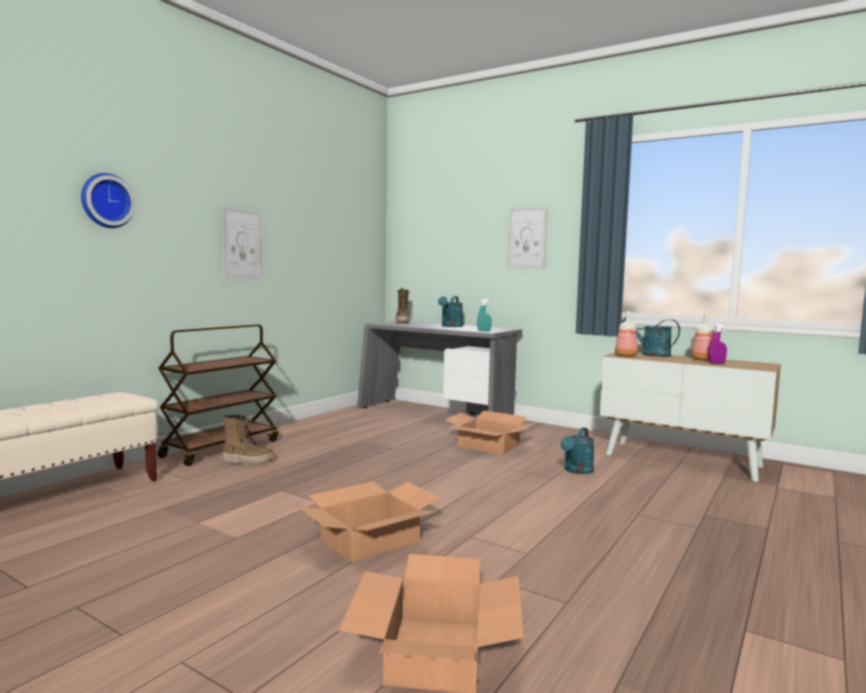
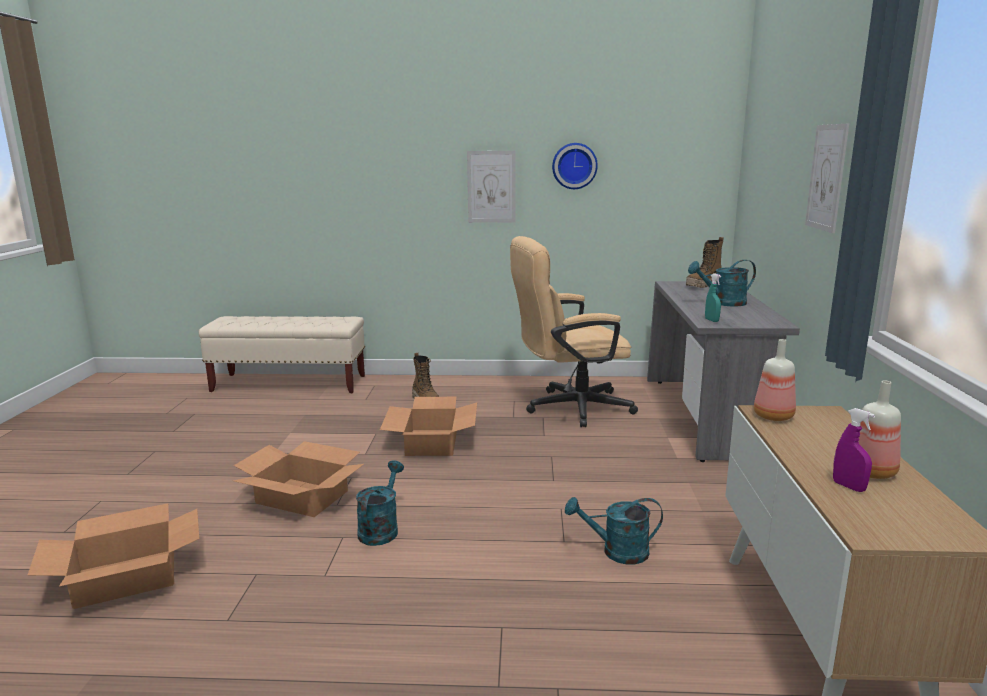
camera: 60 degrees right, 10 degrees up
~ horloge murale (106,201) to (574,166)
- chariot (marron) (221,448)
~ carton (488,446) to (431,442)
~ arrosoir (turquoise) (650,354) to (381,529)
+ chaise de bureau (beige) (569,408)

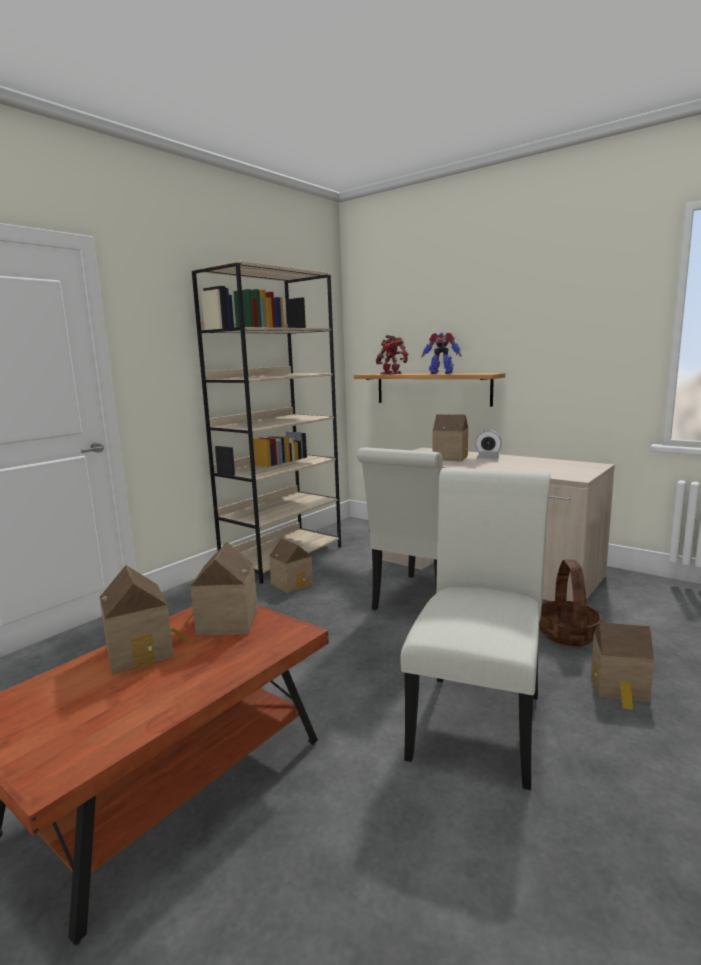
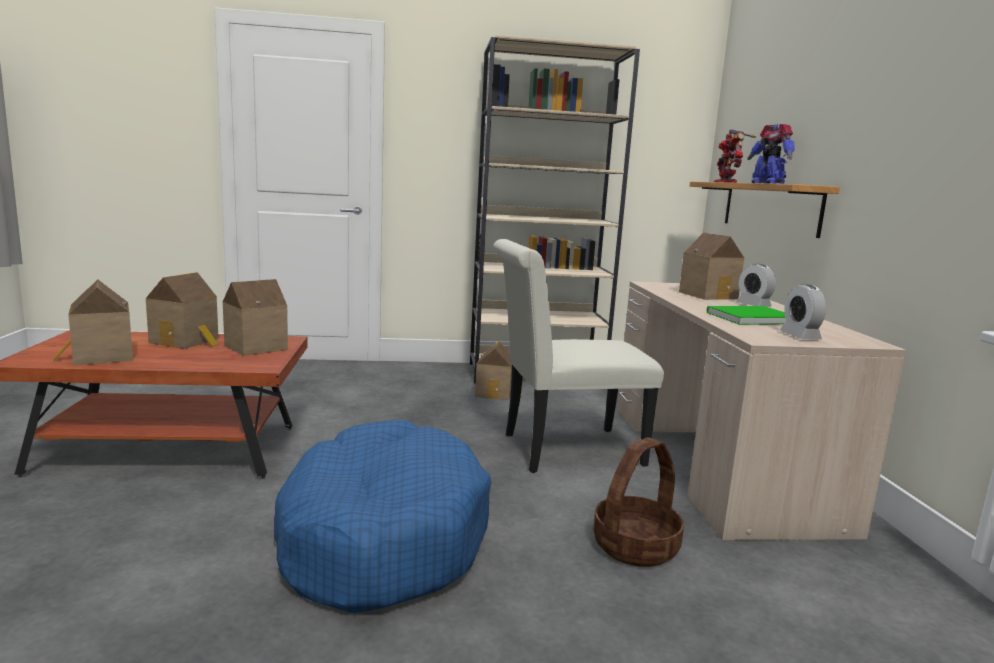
camera: 45 degrees right, 0 degrees up
~ chaise (blanc) (479,718) to panier pour chien (bleu) (381,536)
~ maison miniature (620,688) to (99,357)
+ livre (vert) (748,317)
+ réveil (800,336)

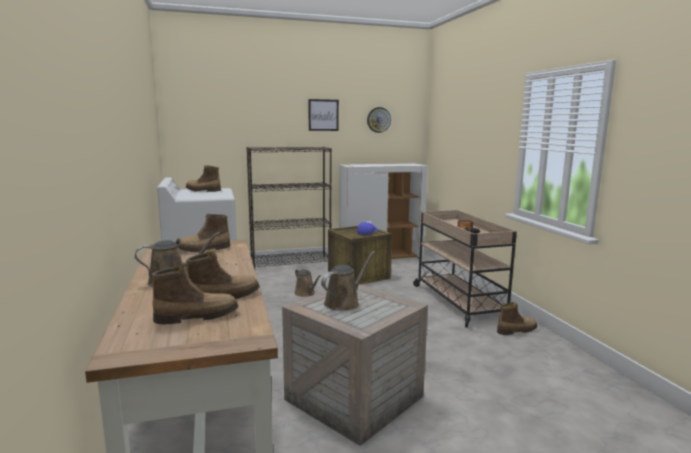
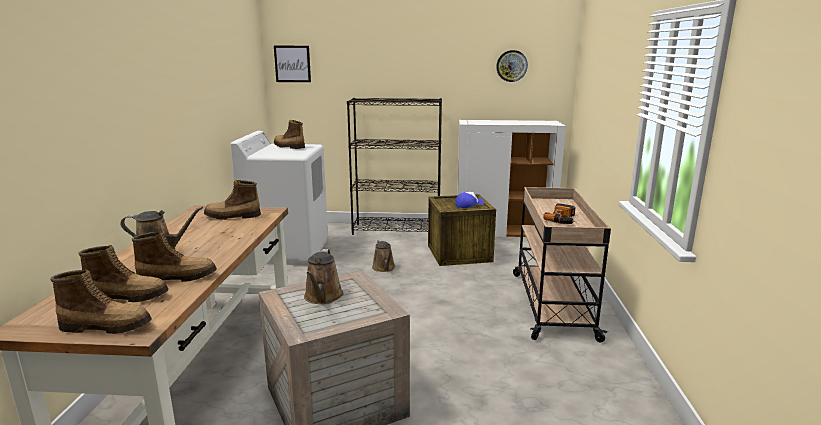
camera: 20 degrees right, 5 degrees up
~ tableau (323,115) to (292,64)
~ arrosoir (marron) (344,303) = (323,297) 120 degrees clockwise
~ botte (516,330) to (107,326)

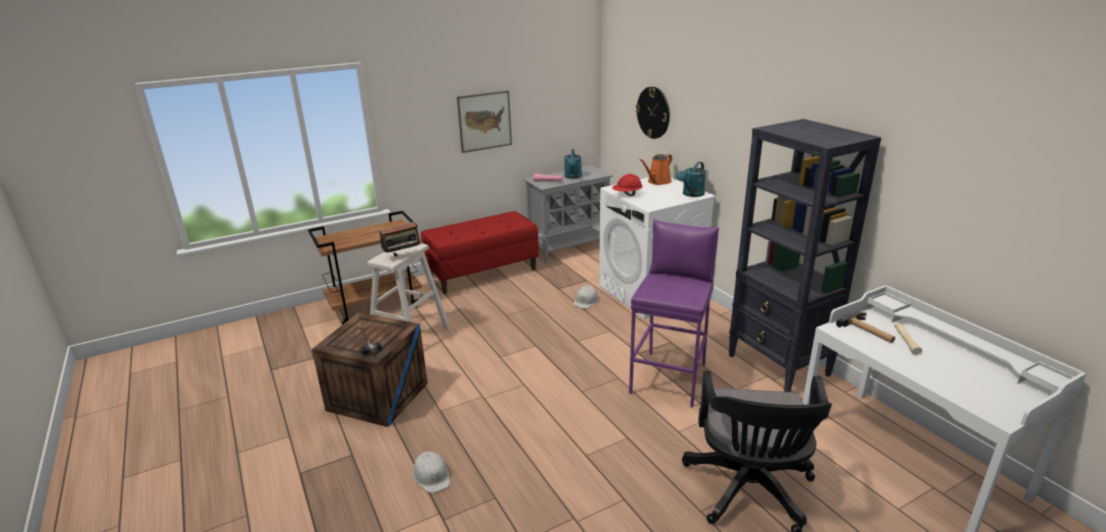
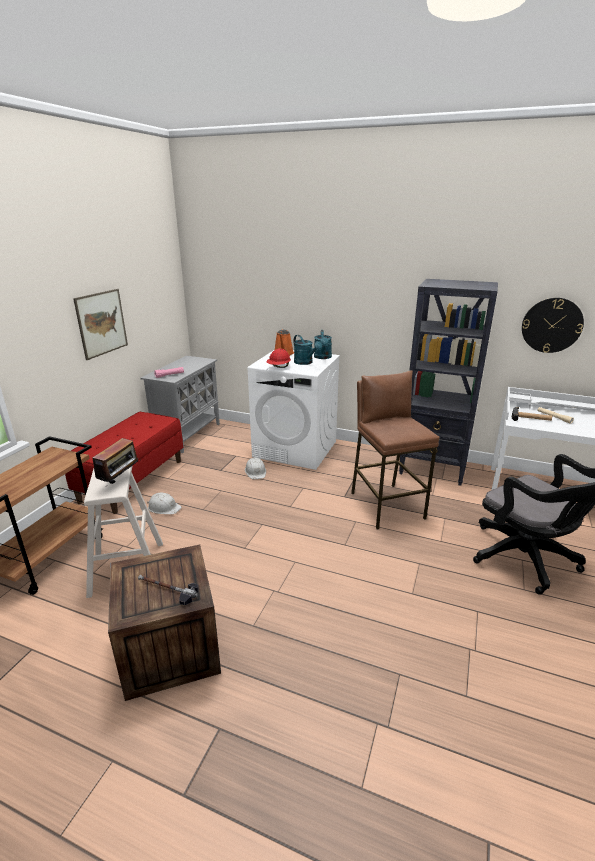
camera: 40 degrees left, 0 degrees up
~ casque de chantier (blanc) (431,475) to (164,507)
~ arrosoir (turquoise) (573,177) to (305,363)
~ tabouret (violet) (669,378) to tabouret (marron) (386,505)
~ horloge murale (653,112) to (551,325)

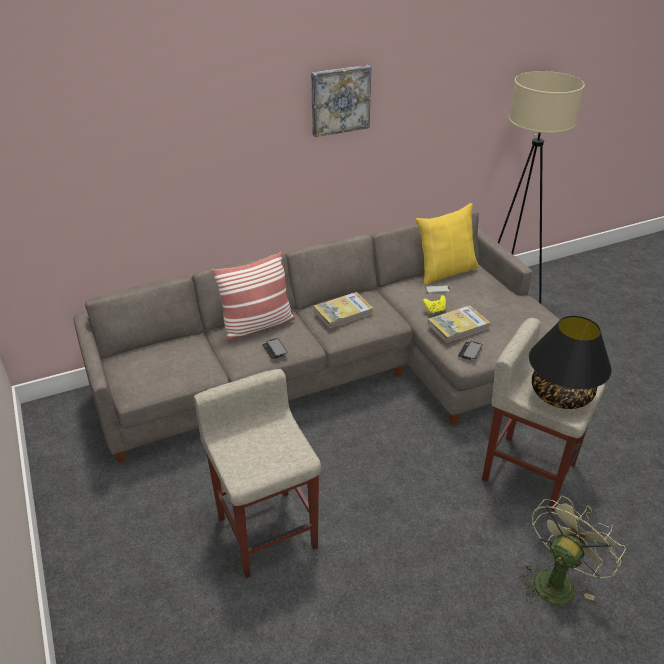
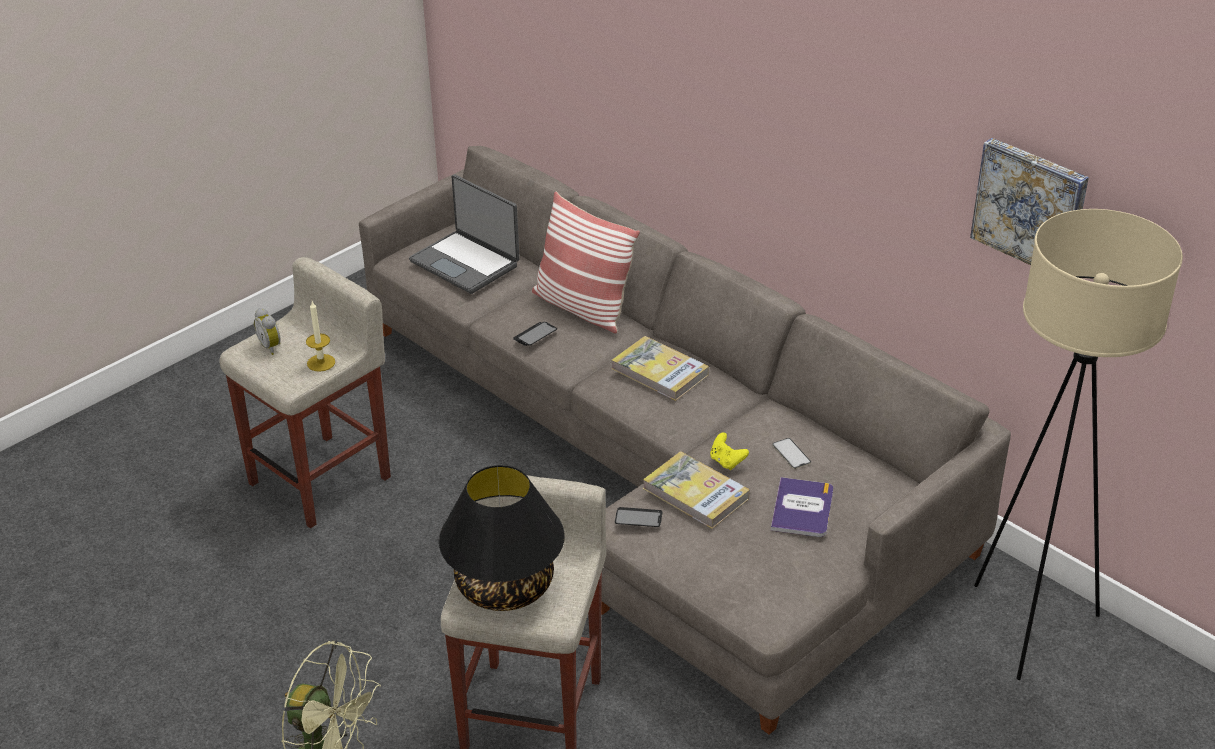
camera: 70 degrees right, 0 degrees up
~ tableau (339,100) to (1031,205)
- coussin (jaune) (445,271)
+ réveil (271,346)
+ bougie (321,363)
+ ordinateur portable (466,263)
+ livre (802,508)

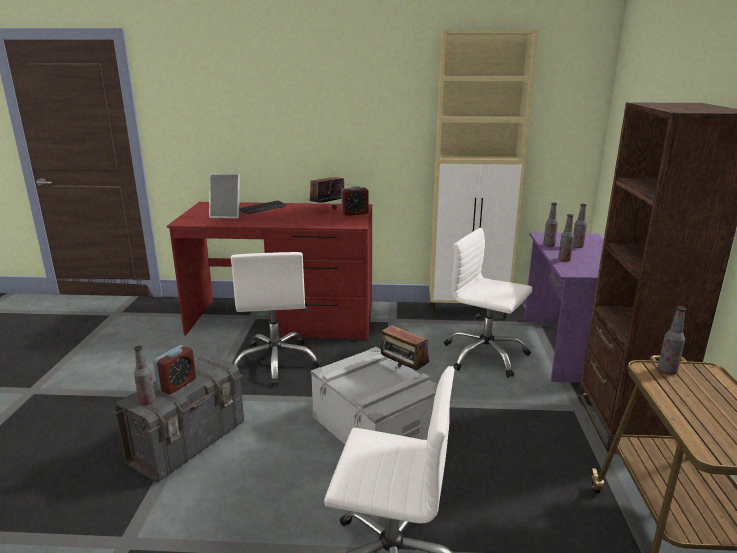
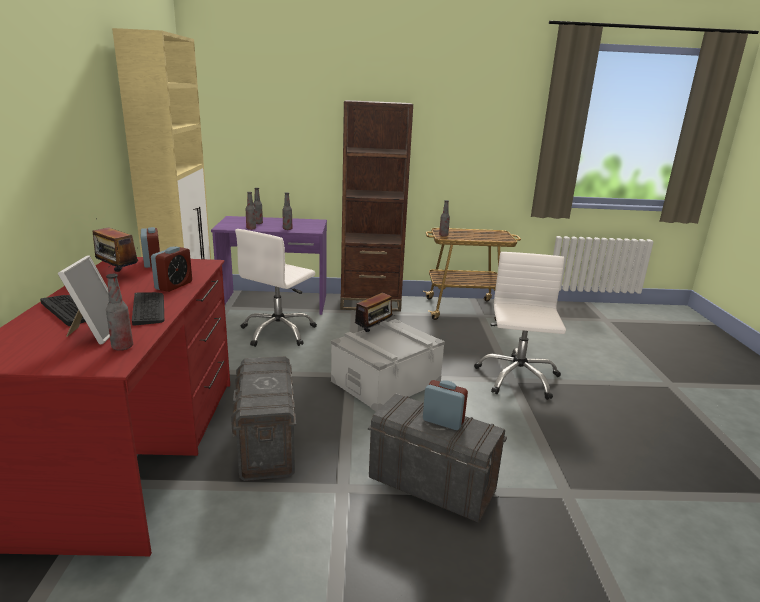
camera: 95 degrees left, 0 degrees up
~ bouteille (147,401) to (122,347)
~ chaise de bureau (blanc) (276,362) to boîte de rangement (gris) (267,443)
+ clavier (149,308)
+ réveil (174,285)

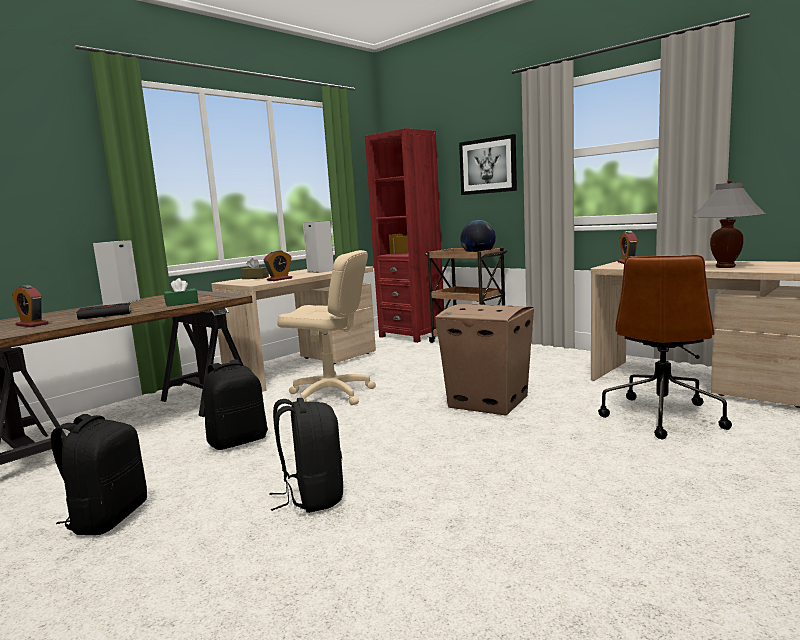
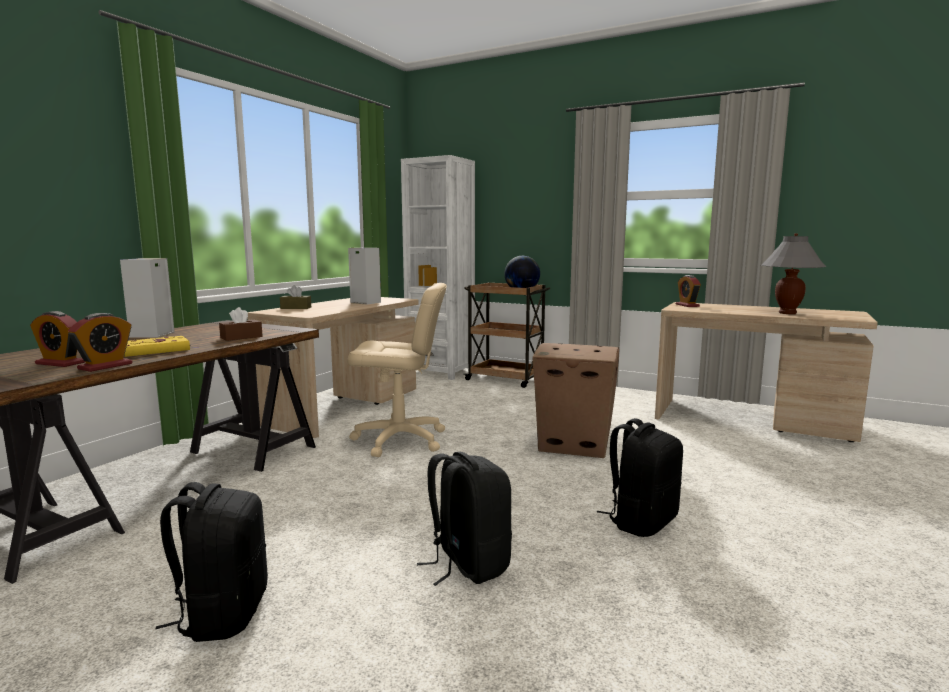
camera: 15 degrees left, 0 degrees up
~ livre (noir) (107,314) to livre (jaune) (157,350)
~ boîte à mouchoirs (vert) (182,303) to boîte à mouchoirs (marron) (241,337)
~ sac à dos (noir) (238,441) to (641,521)
~ réveil (279,279) to (105,366)
~ bibliothèque (rouge) (412,335) to bibliothèque (blanc) (440,371)
- tableau (488,166)
- chaise de bureau (marron) (661,416)

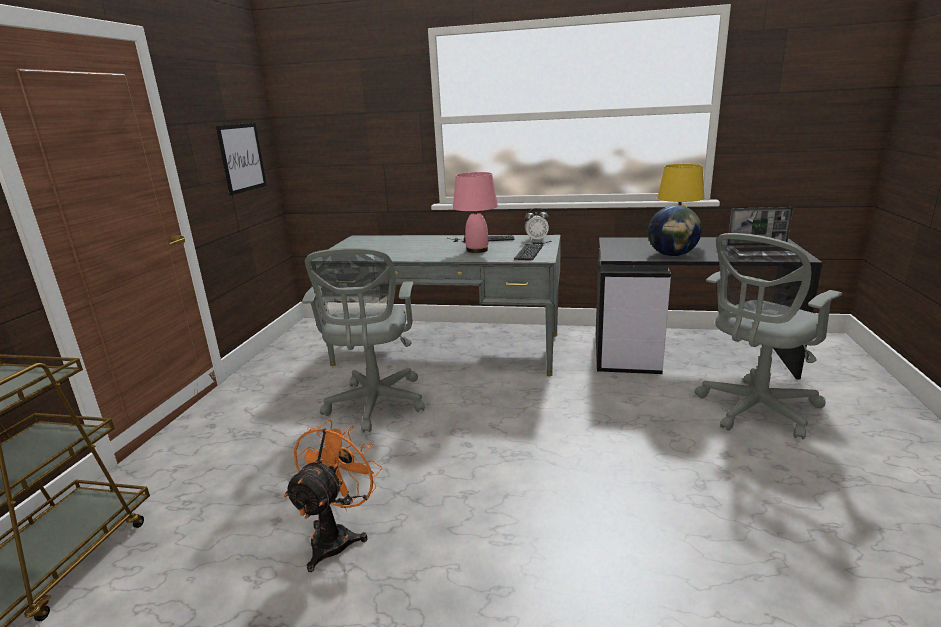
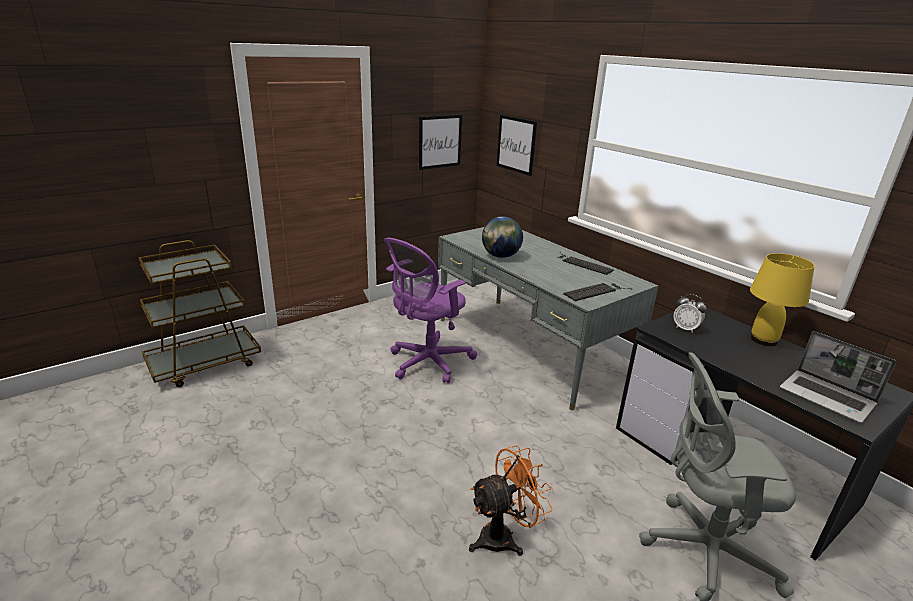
camera: 40 degrees right, 5 degrees up
~ ventilateur (orange) (337,536) to (504,536)
~ chaise de bureau (gris) (375,405) to chaise de bureau (violet) (427,363)
- lampe de table (rose) (477,250)
~ réveil (536,240) to (685,328)
~ globe (672,255) to (500,256)
+ tableau (516,144)

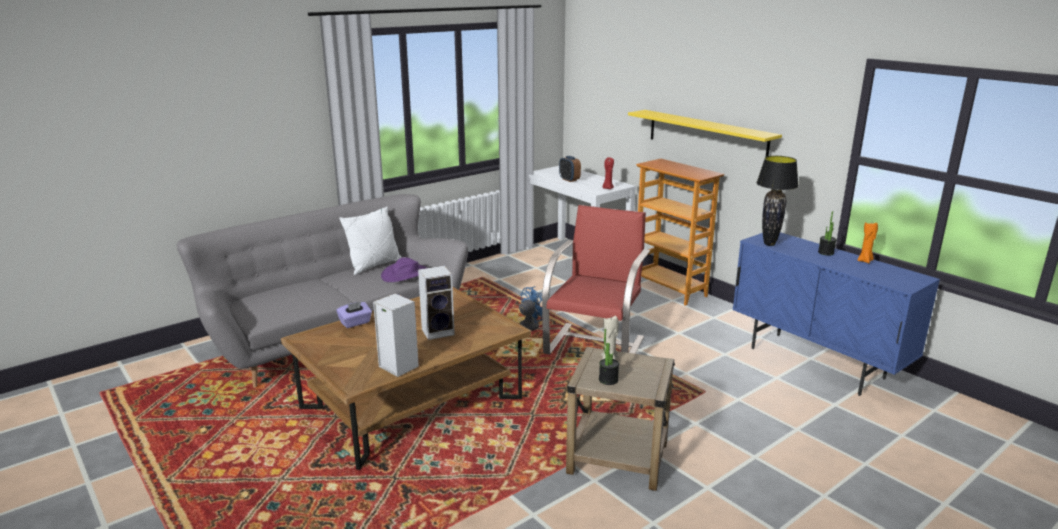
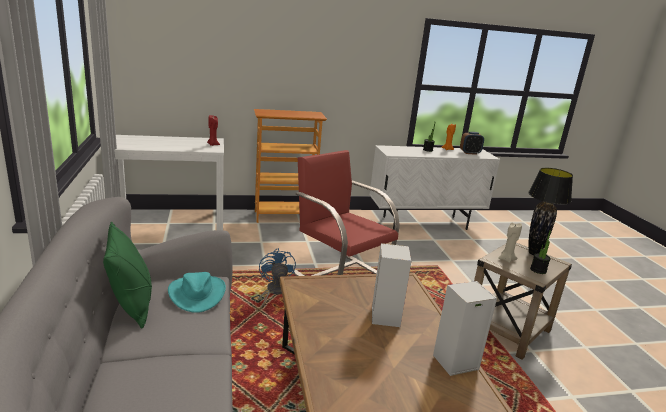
camera: 65 degrees left, 0 degrees up
- boîte à mouchoirs (violet) (355,323)
~ coussin (blanc) (374,265) to coussin (vert) (132,306)
~ chapeau (violet) (406,274) to chapeau (turquoise) (197,293)
~ réveil (569,180) to (470,153)
- étagère (jaune) (706,136)
~ meuble de rangement (bleu) (816,363) to meuble de rangement (blanc) (425,223)
~ lampe de table (noir) (769,244) to (533,253)

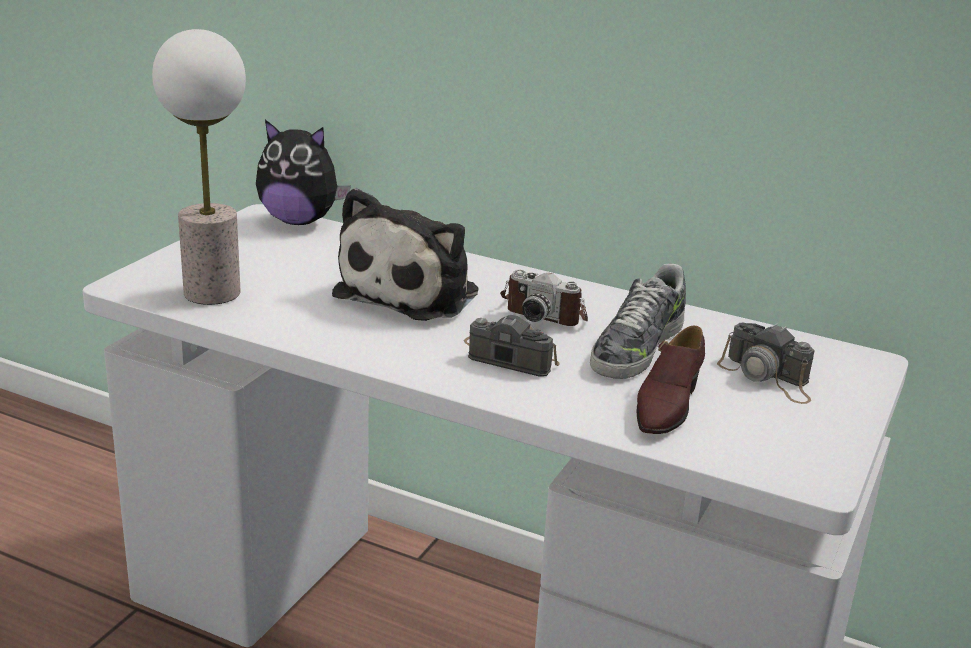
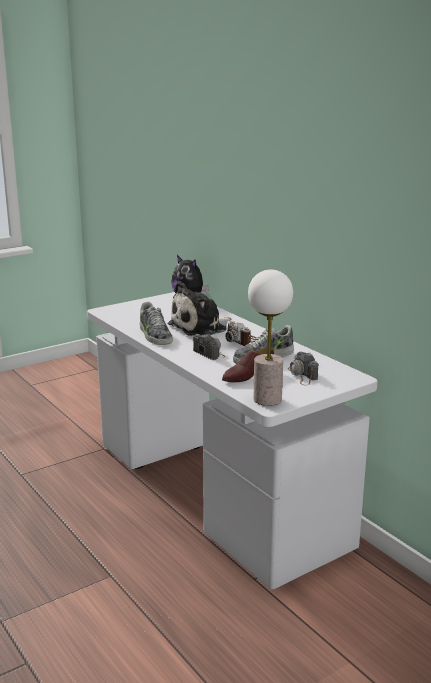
camera: 30 degrees right, 5 degrees down
~ lampe de table (213,293) to (268,399)
+ chaussure (154,335)

